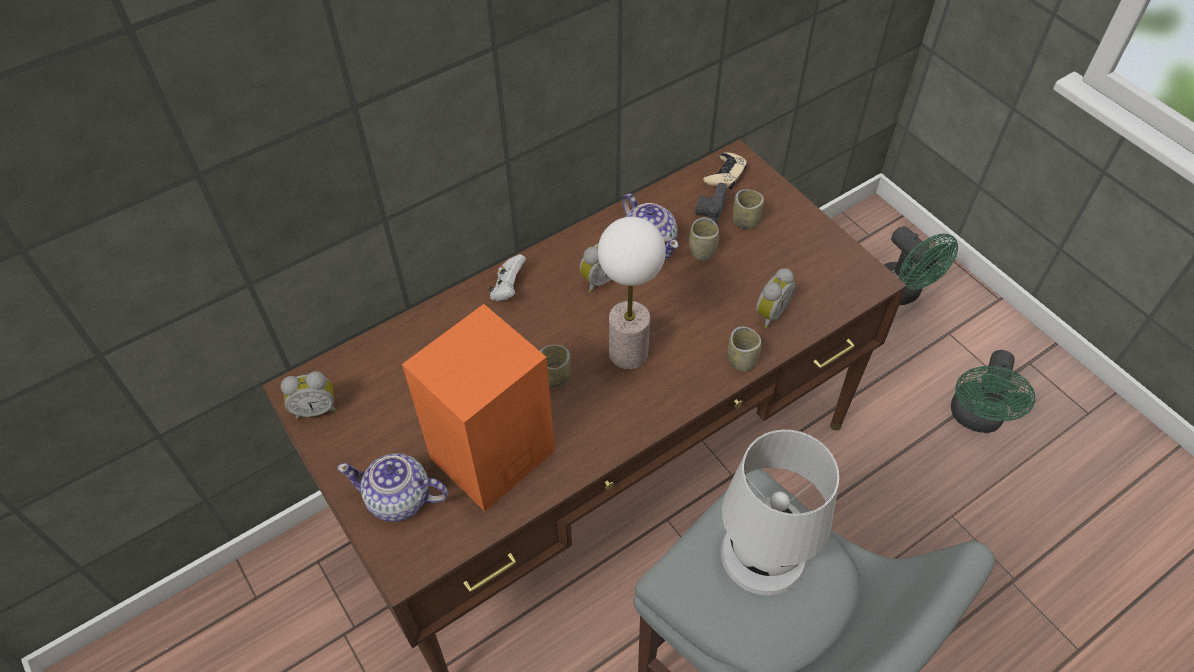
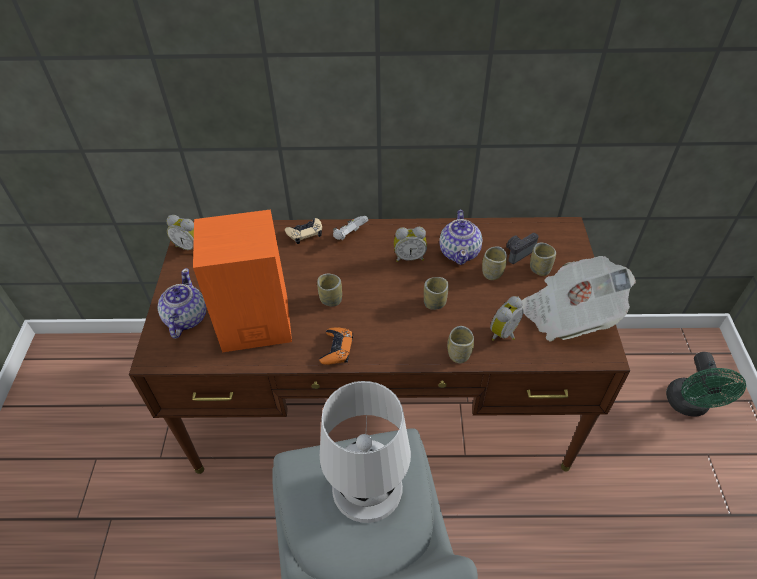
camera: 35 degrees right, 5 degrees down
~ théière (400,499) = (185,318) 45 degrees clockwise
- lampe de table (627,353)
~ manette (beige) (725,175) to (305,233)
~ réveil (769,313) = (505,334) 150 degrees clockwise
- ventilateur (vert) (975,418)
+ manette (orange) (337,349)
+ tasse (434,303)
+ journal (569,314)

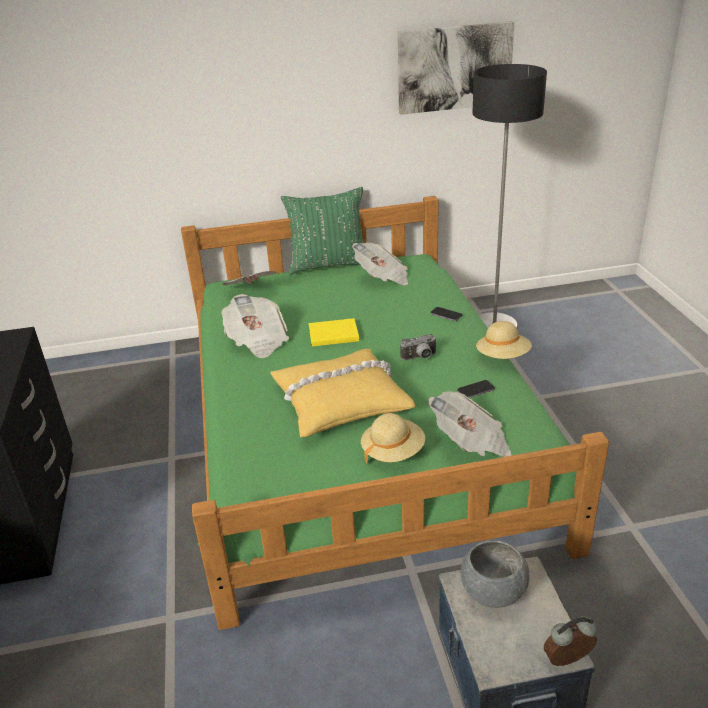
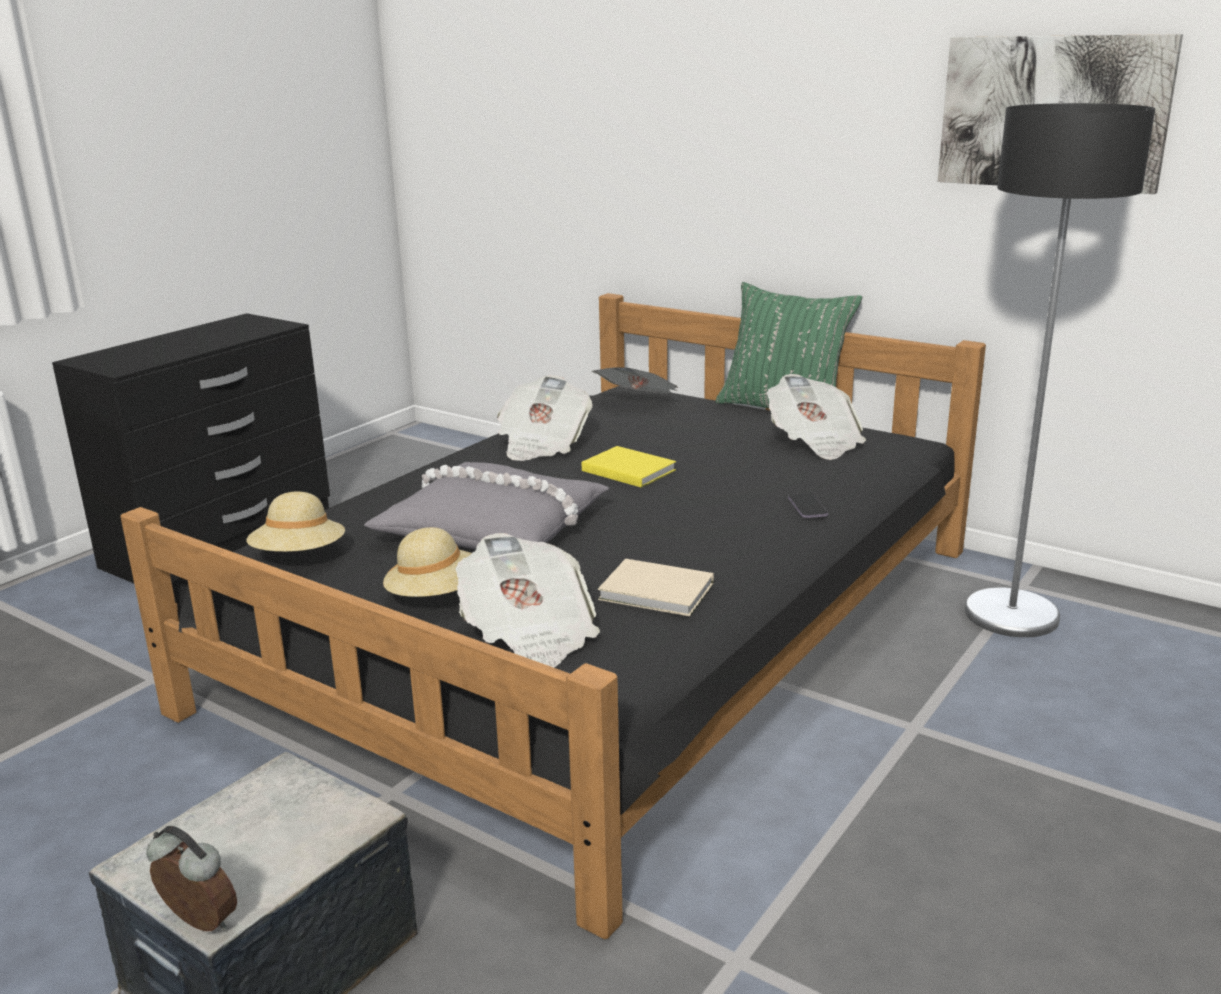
camera: 45 degrees right, 10 degrees down
~ lit (vert) (357,426) to lit (noir) (609,626)
~ coussin (jaune) (340,401) to coussin (gris) (494,528)
- appareil photo (420,358)
~ téléphone (475,390) to livre (beige) (658,593)
- bol (gris) (493,590)
~ chapeau (beige) (503,356) to (299,556)

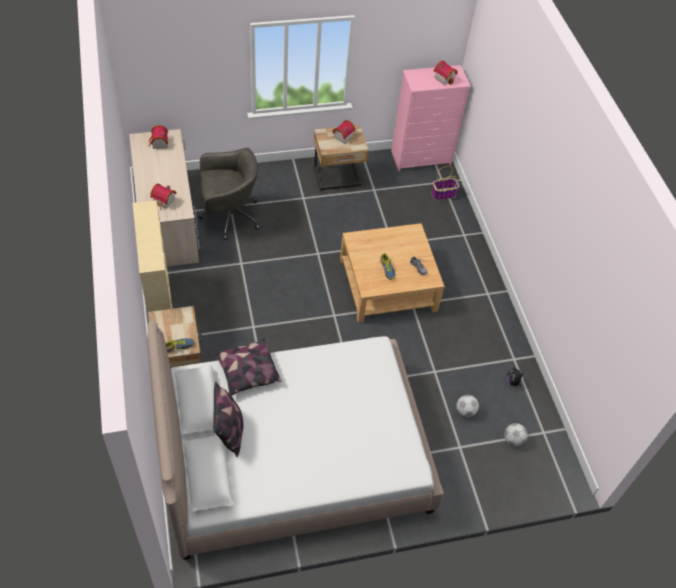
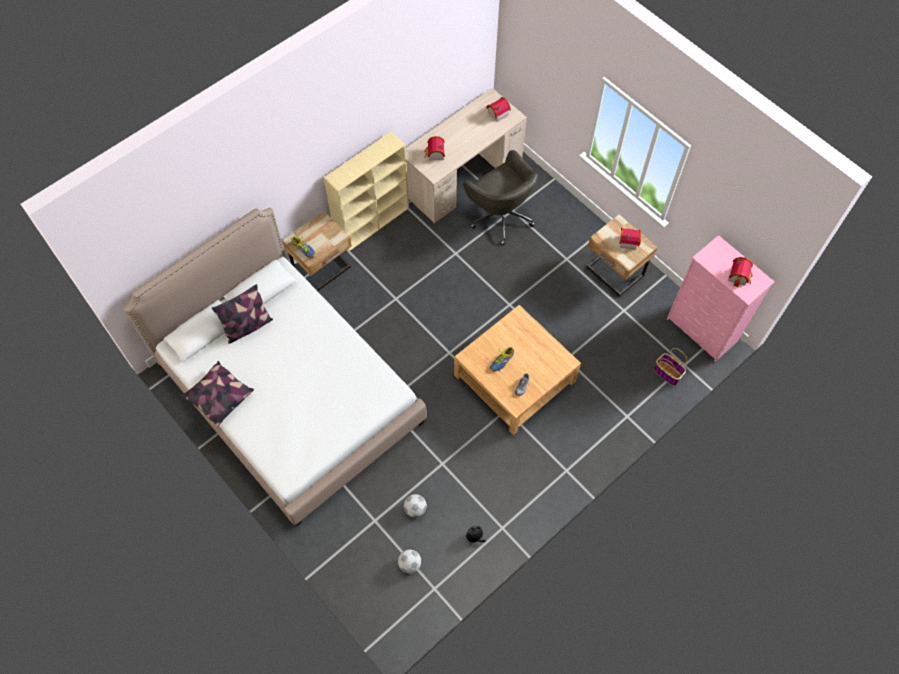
camera: 65 degrees right, 10 degrees up
~ coussin (247,372) to (219,397)

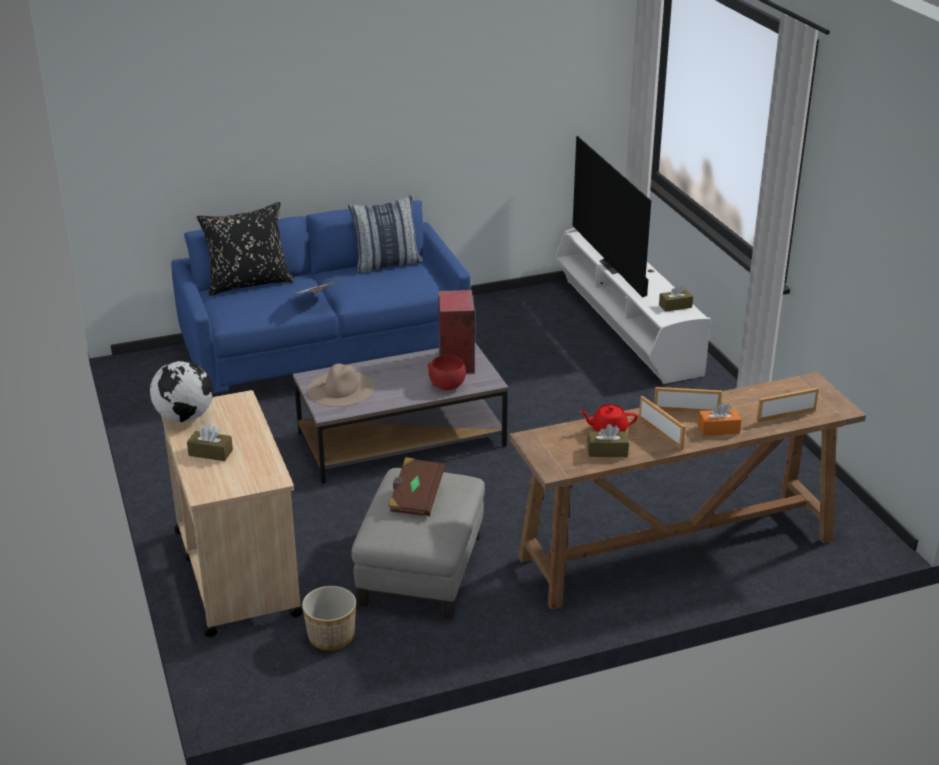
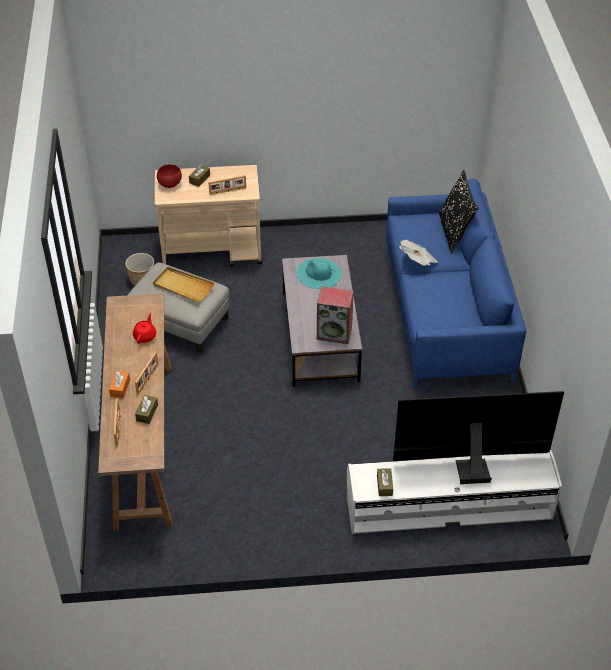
camera: 105 degrees right, 15 degrees up
- globe (185,417)
~ chapeau (beige) (341,389) to chapeau (turquoise) (318,273)
- coussin (386,264)
~ livre (marron) (415,498) to plateau (beige) (183,286)
~ bol (rouge) (448,386) to (169,184)
~ boîte à mouchoirs (marron) (607,451) to (147,413)
~ cadre photo (661,433) to (228,191)

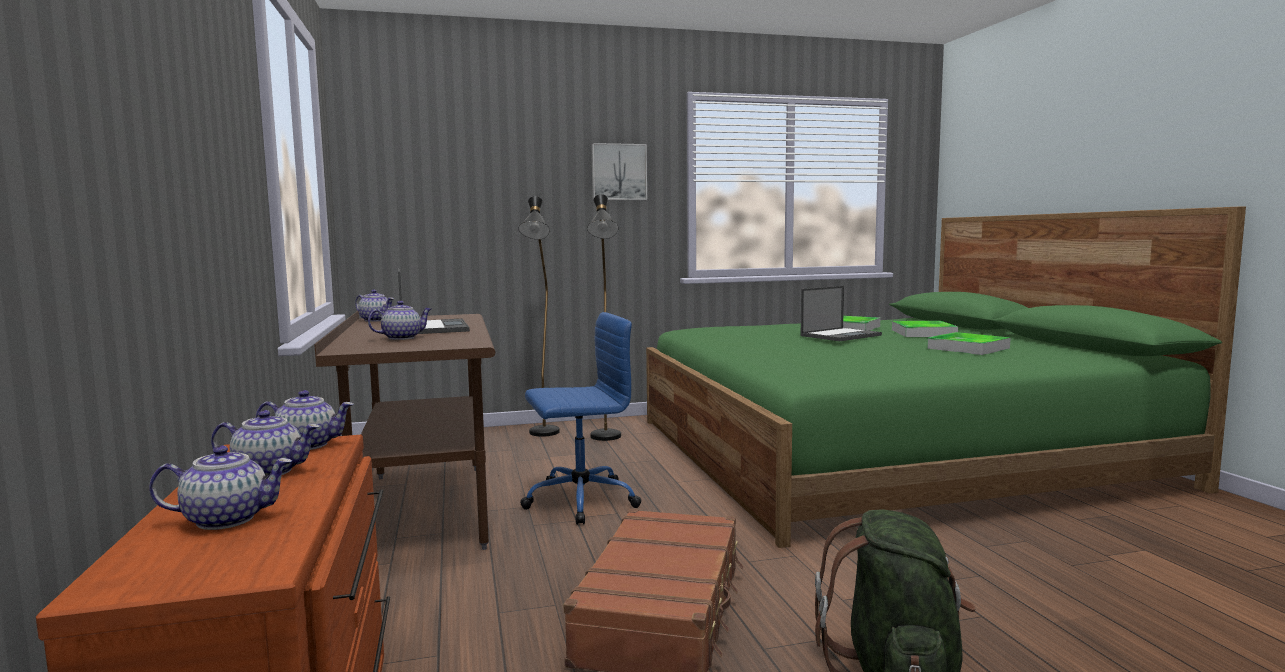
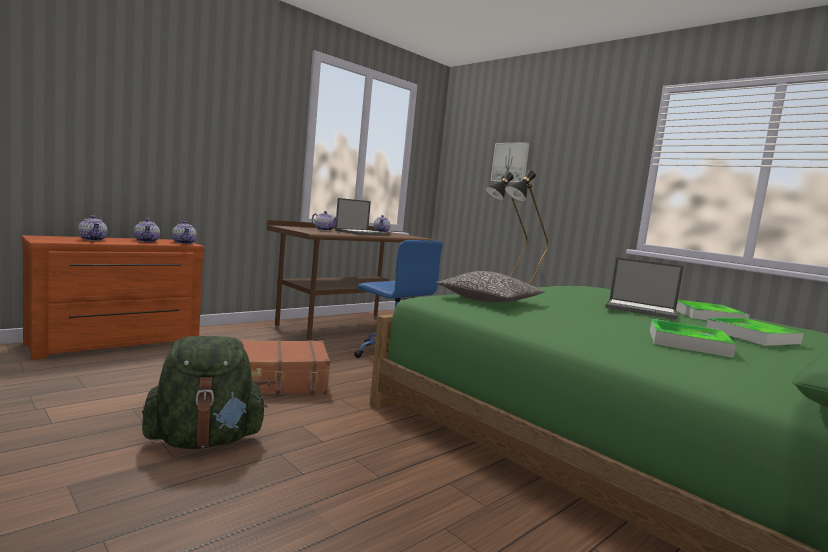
camera: 60 degrees right, 0 degrees up
~ tableau (618,172) to (510,162)
+ coussin (489,300)

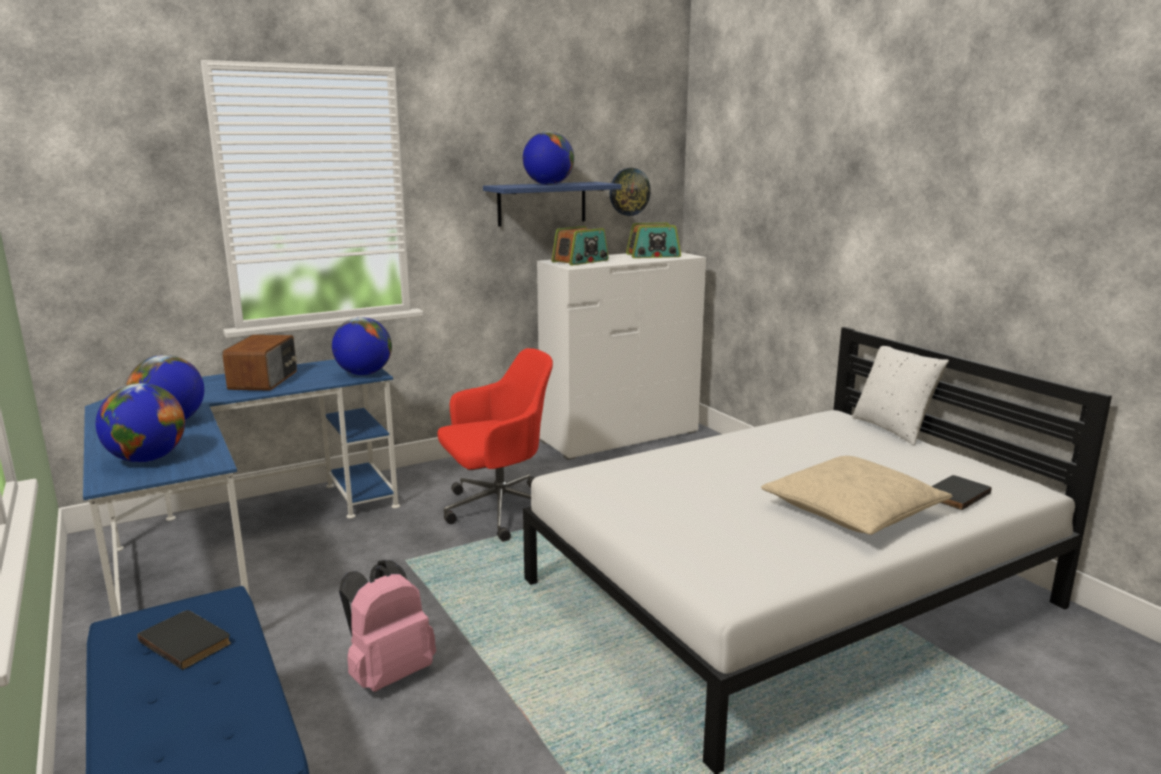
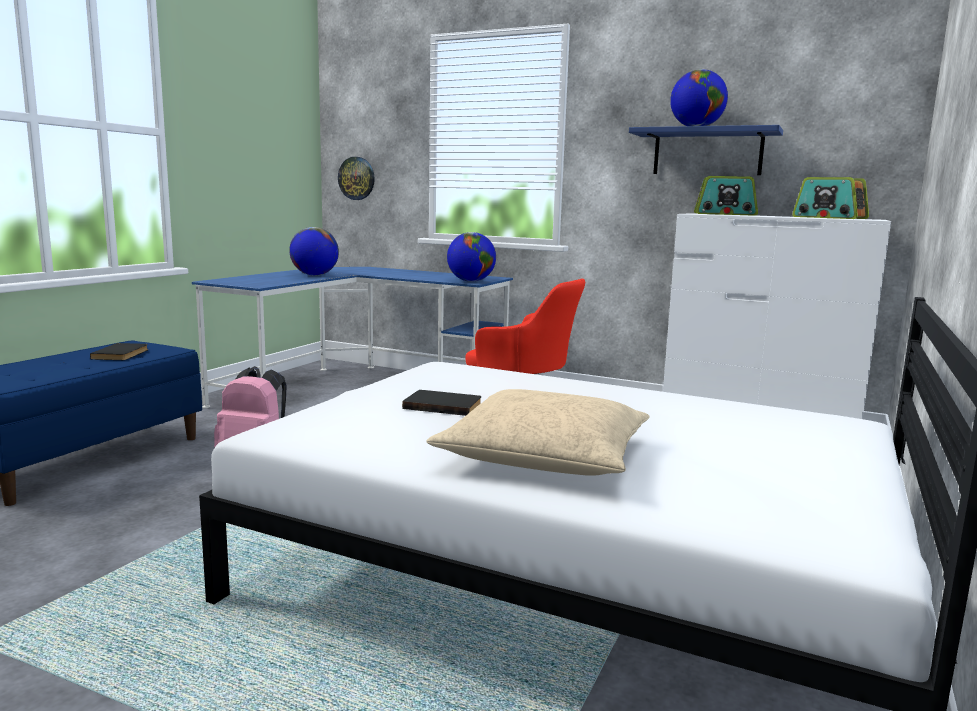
camera: 55 degrees right, 5 degrees down
- globe (147,459)
- radio (265,380)
~ horloge murale (629,191) to (356,178)
- coussin (blanc) (892,429)
~ livre (noir) (954,494) to (443,405)

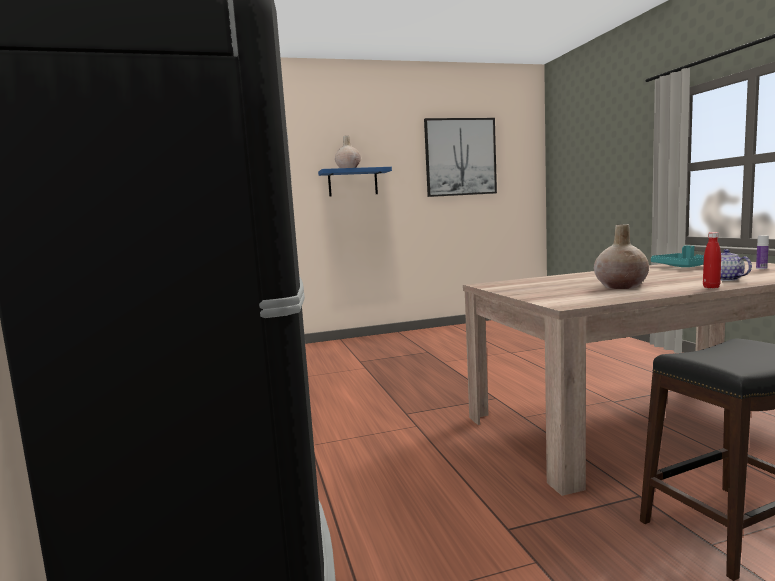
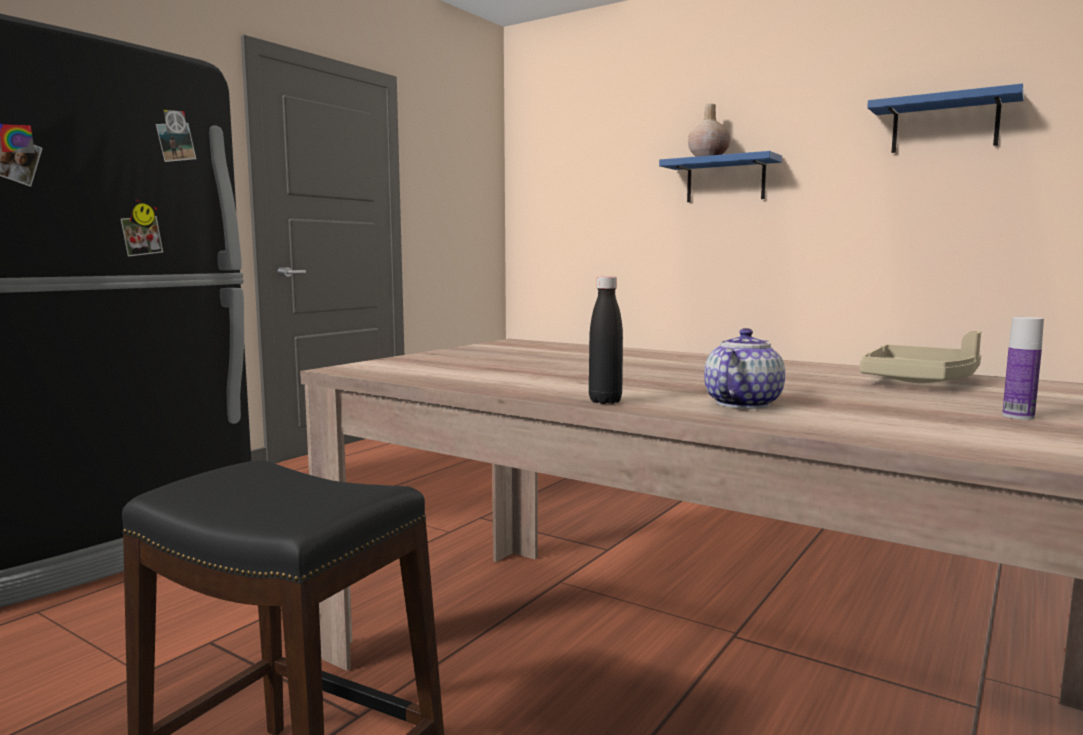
camera: 50 degrees right, 0 degrees up
~ tableau (460,157) to étagère (bleu) (944,125)
- vase (beige) (621,286)
~ plateau (turquoise) (682,266) to plateau (beige) (920,381)
~ bouteille (rouge) (711,287) to bouteille (noir) (605,401)

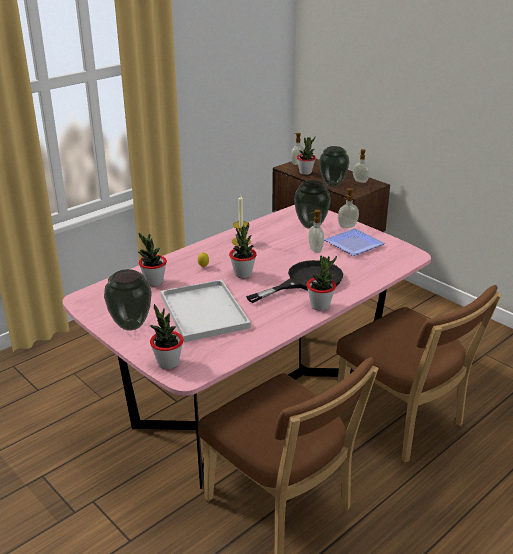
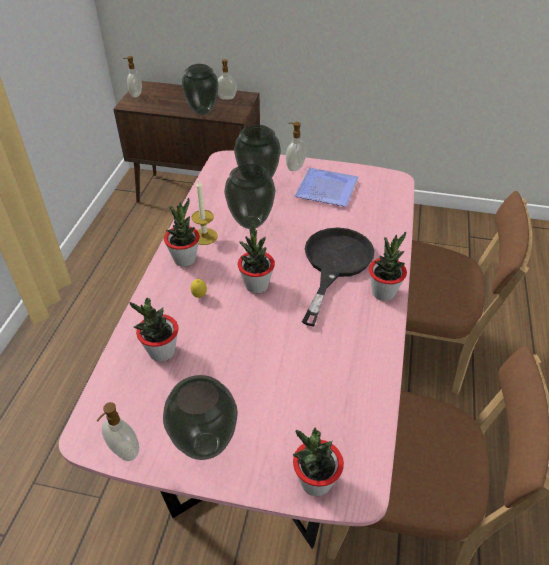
camera: 35 degrees left, 15 degrees up
- plateau (blanc) (202,311)
~ plante en pot (305,172) to (185,259)
~ distributeur de savon (314,250) to (124,452)
+ vase (251,222)

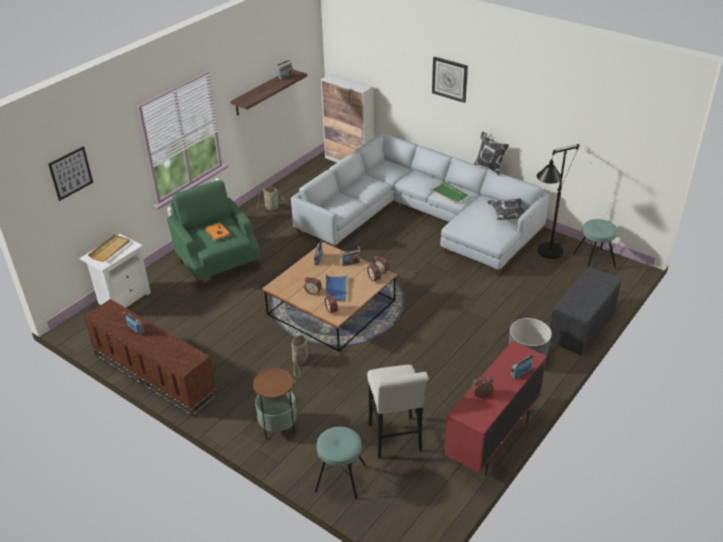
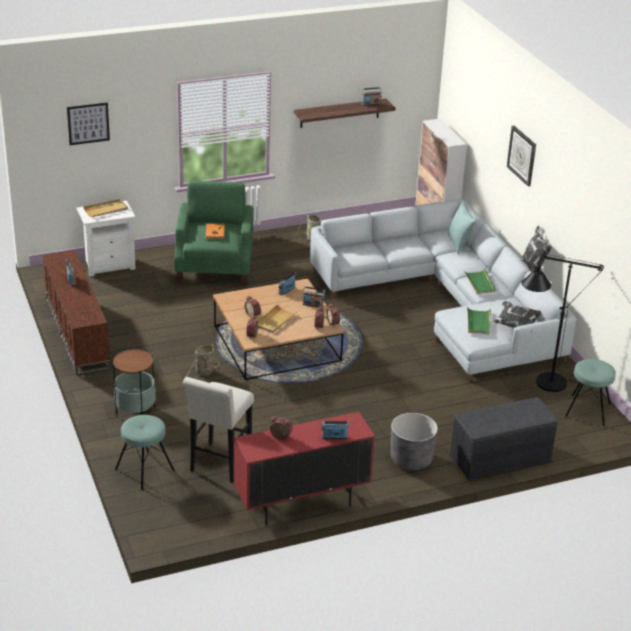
camera: 30 degrees right, 5 degrees down
~ plateau (bleu) (336,289) to plateau (beige) (275,320)
+ coussin (turquoise) (458,244)
+ plateau (vert) (478,322)

